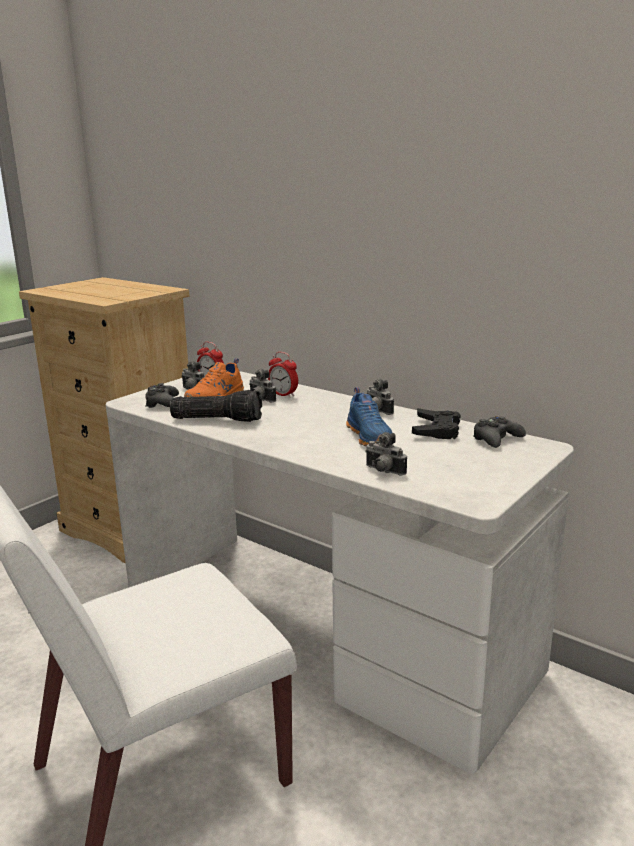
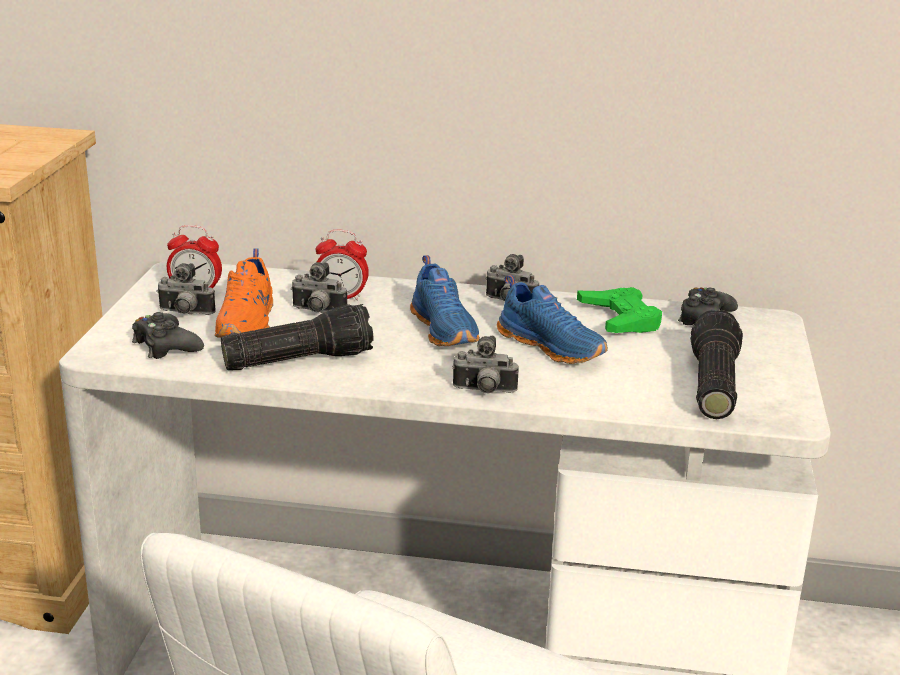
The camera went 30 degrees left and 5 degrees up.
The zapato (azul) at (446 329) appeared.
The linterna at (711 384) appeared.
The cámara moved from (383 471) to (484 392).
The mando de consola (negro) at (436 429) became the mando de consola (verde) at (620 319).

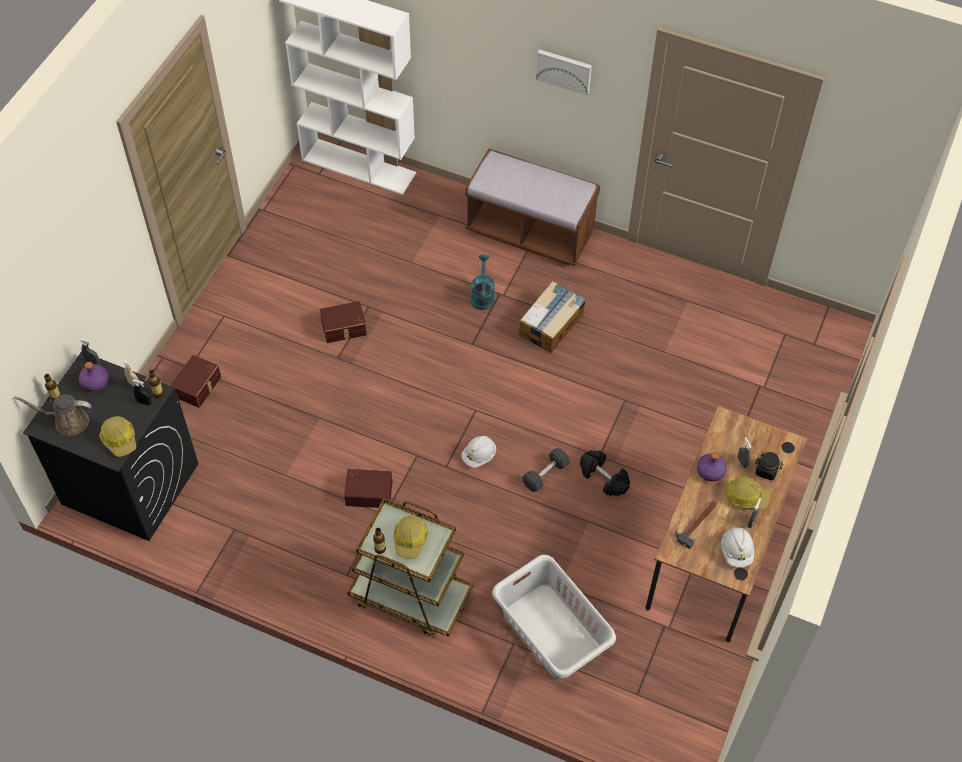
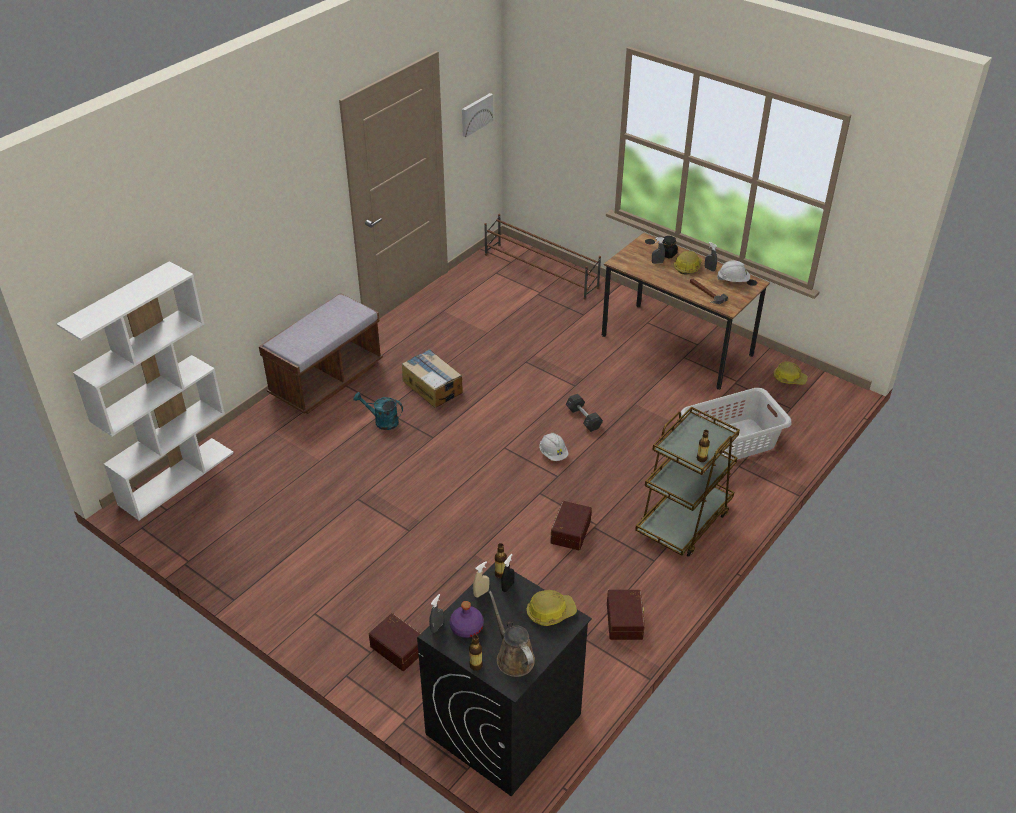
The camera went 75 degrees left and 15 degrees down.
The mancuerna (negro) at (603 478) disappeared.
The botella (morado) at (710 471) disappeared.
The zapatero (marrón) at (541 271) appeared.
The caja de almacenaje (marrón) moved from (344 328) to (625 620).
The casco moved from (410 539) to (789 378).
The cuadro moved from (564 70) to (476 114).
The regadera (marrón) at (68 421) turned 135 degrees clockwise.

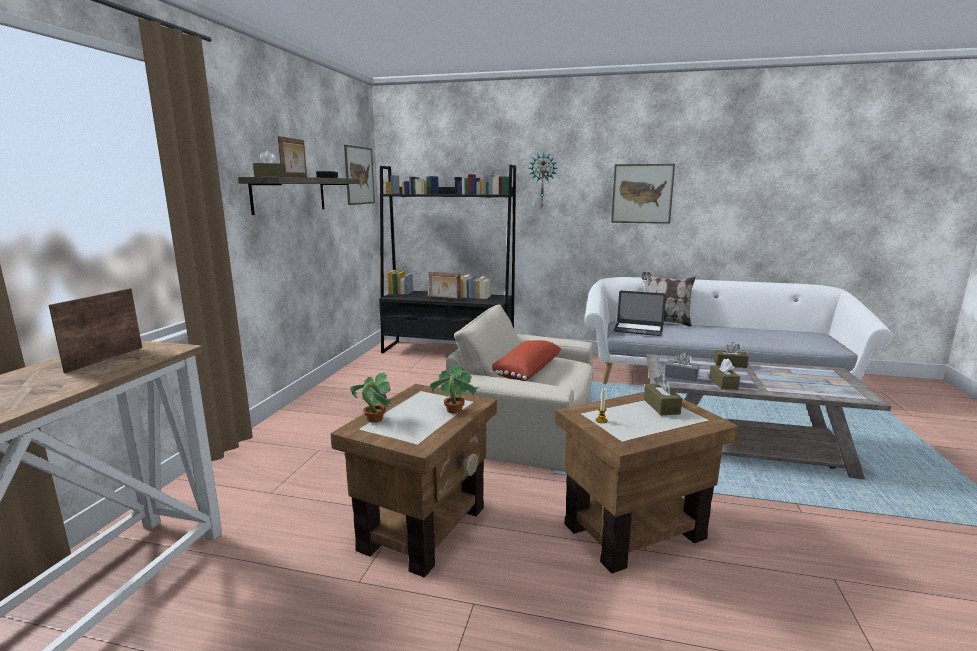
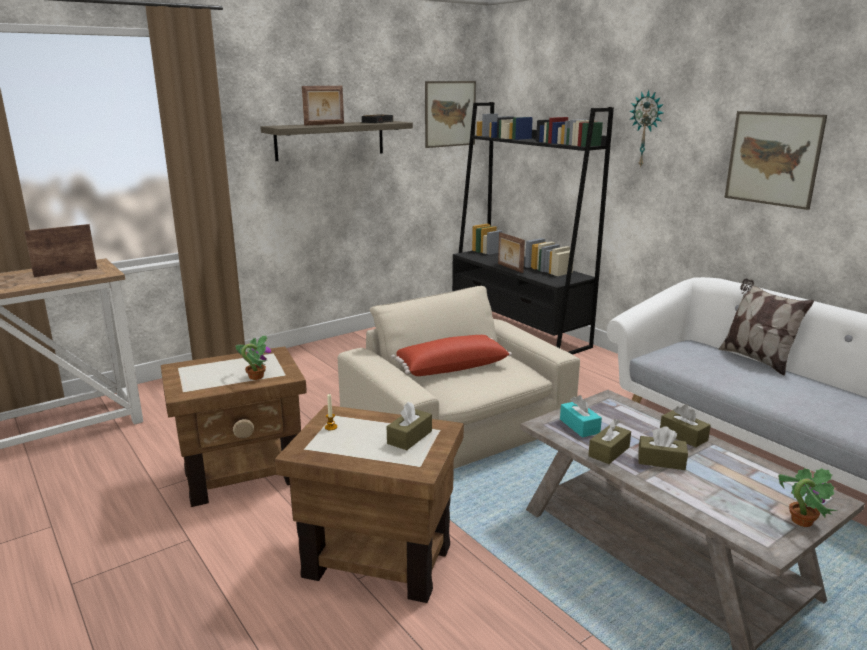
The camera went 40 degrees right and 5 degrees up.
The portátil at (638 329) disappeared.
The caja de pañuelos (marrón) moved from (269 176) to (661 461).
The planta en maceta moved from (374 419) to (801 520).
The caja de pañuelos (gris) at (681 376) became the caja de pañuelos (turquesa) at (579 426).

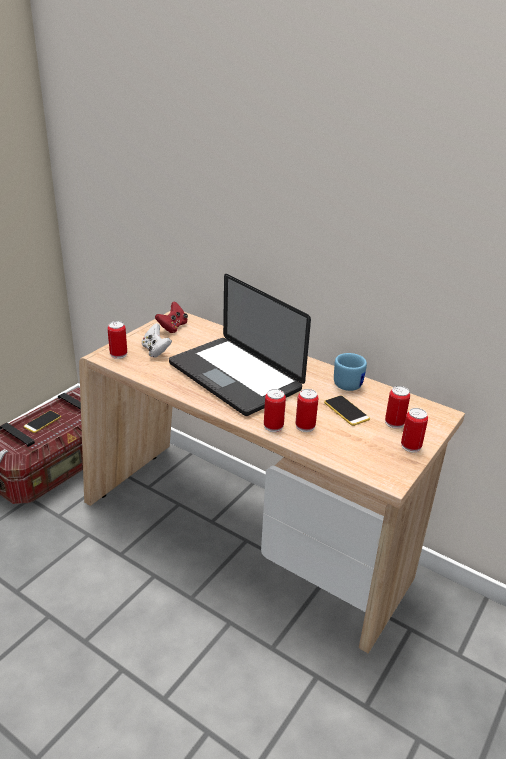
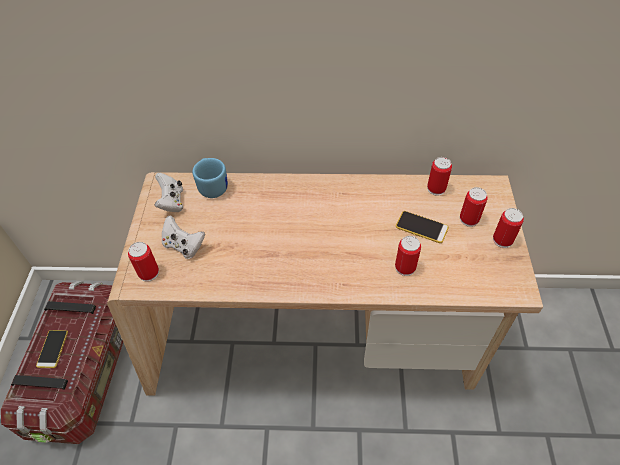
The camera went 30 degrees left and 20 degrees up.
The portátil at (234 376) disappeared.
The lata moved from (273 426) to (436 189).
The taza grande (azul) moved from (348 382) to (212 186).
The mando de consola (rojo) at (173 327) became the mando de consola (blanco) at (172 202).

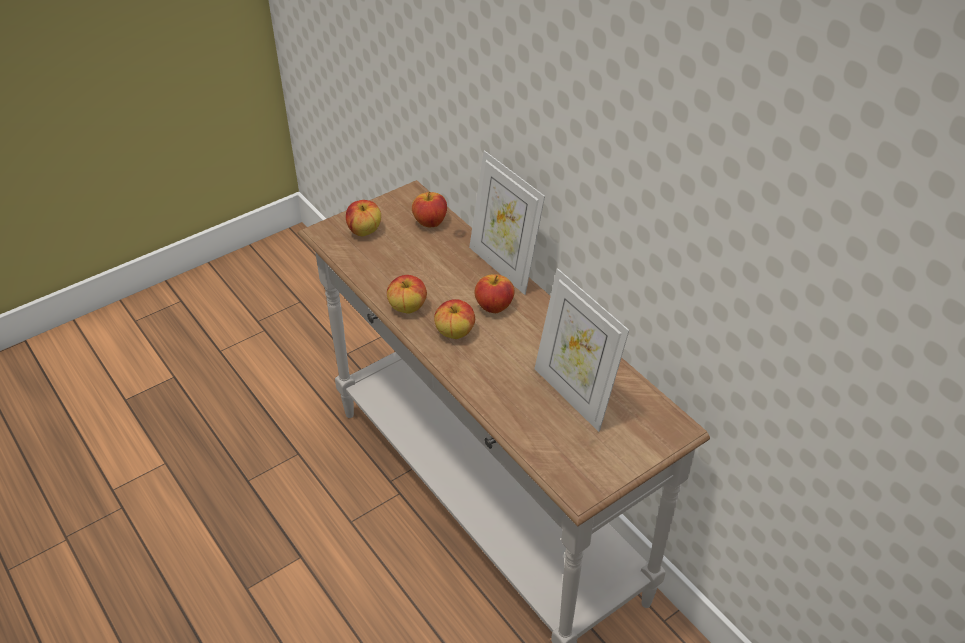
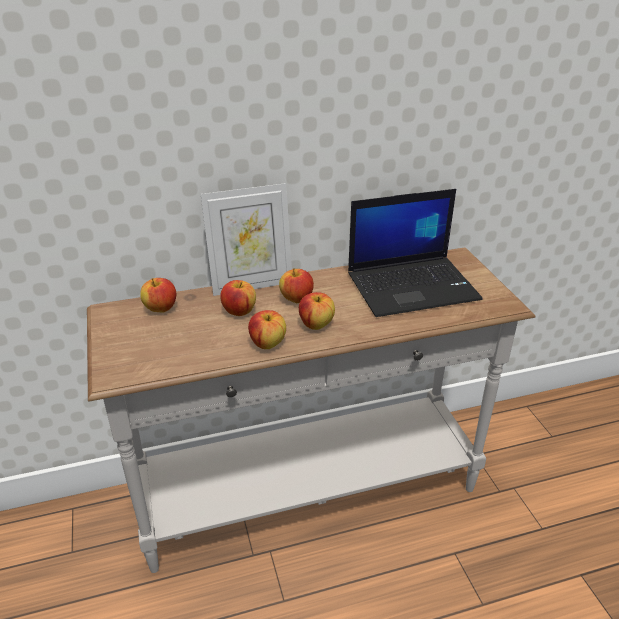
The camera went 70 degrees left and 10 degrees down.
The manzana moved from (364 231) to (239 311).
The portarretratos at (574 394) was replaced by the portátil at (413 286).

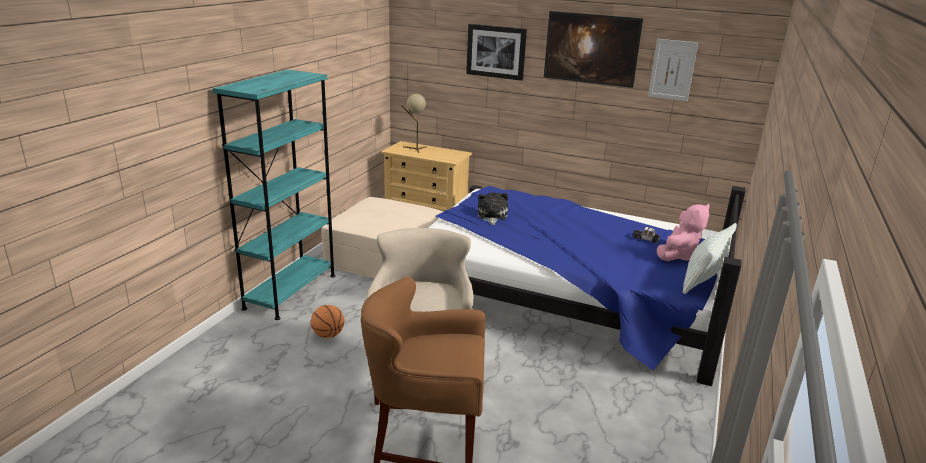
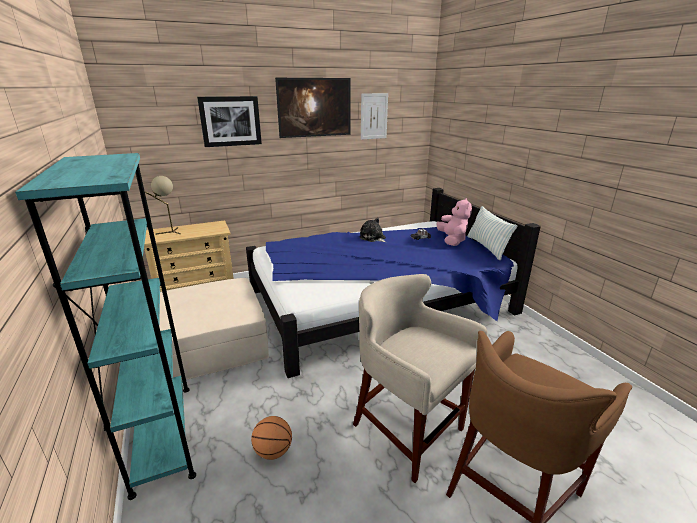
The camera went 45 degrees left and 0 degrees up.
The peluche moved from (492 216) to (373 238).

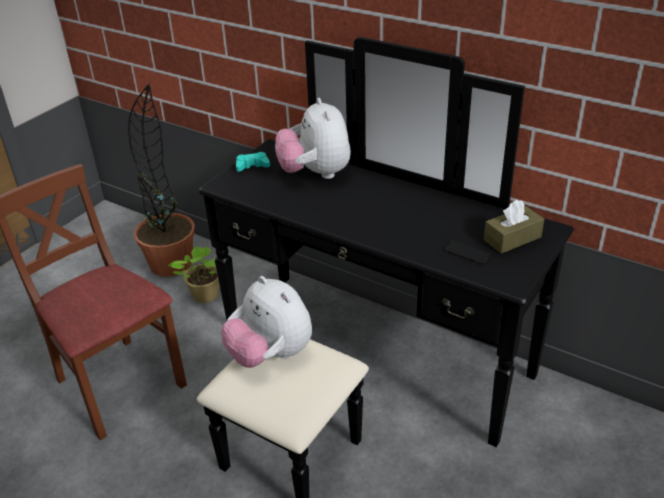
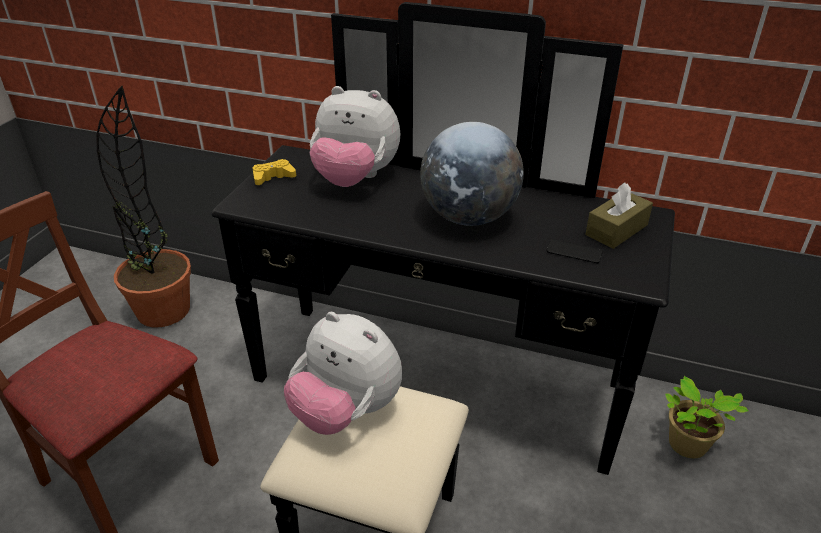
The camera went 15 degrees left and 0 degrees up.
The globo terráqueo at (469 217) appeared.
The planta en maceta moved from (204 296) to (687 446).
The mando de consola (turquesa) at (252 166) became the mando de consola (amarillo) at (273 177).
The peluche at (315 173) turned 45 degrees counterclockwise.

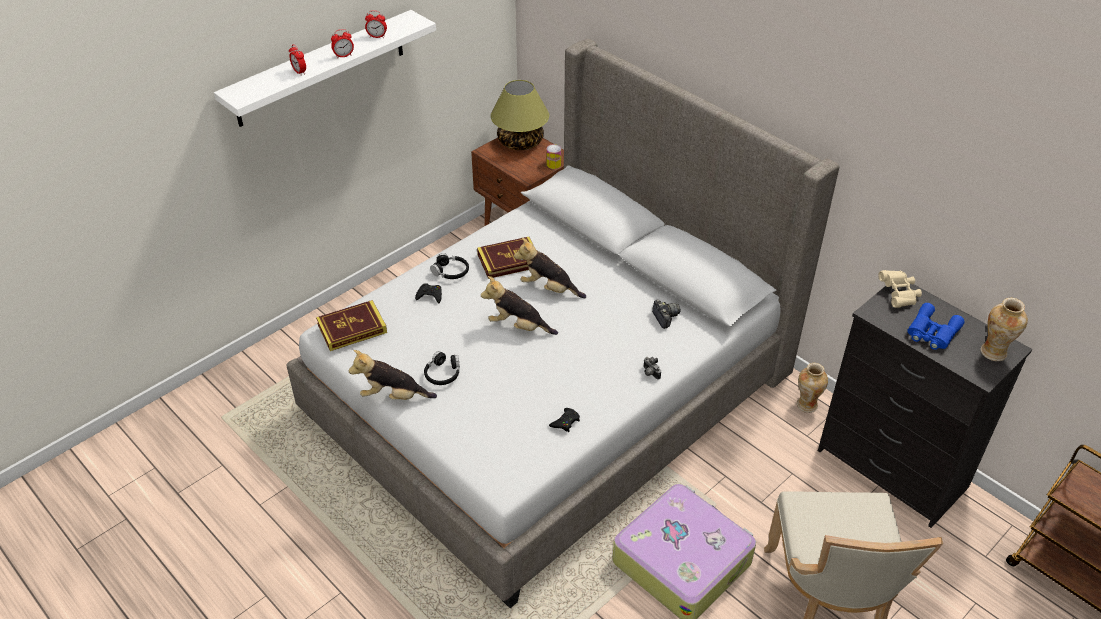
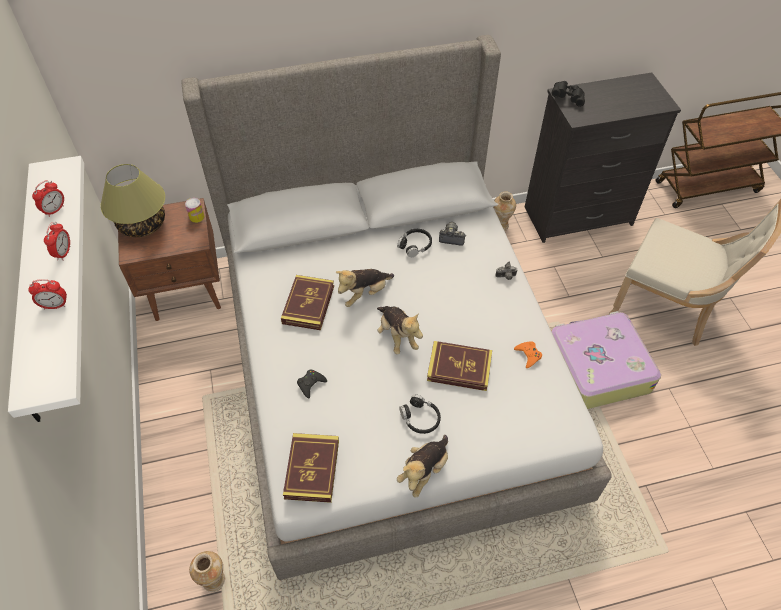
The camera went 60 degrees left and 10 degrees up.
The prismáticos (azul) at (931 332) disappeared.
The libro at (459 368) appeared.
The auriculares (negro) moved from (451 271) to (415 245).
The florero moved from (994 353) to (214 580).
The mando de consola (negro) at (565 422) became the mando de consola (naranja) at (528 355).
The prismáticos (beis) at (899 294) became the prismáticos (negro) at (567 98).
The peluche at (518 326) turned 75 degrees counterclockwise.

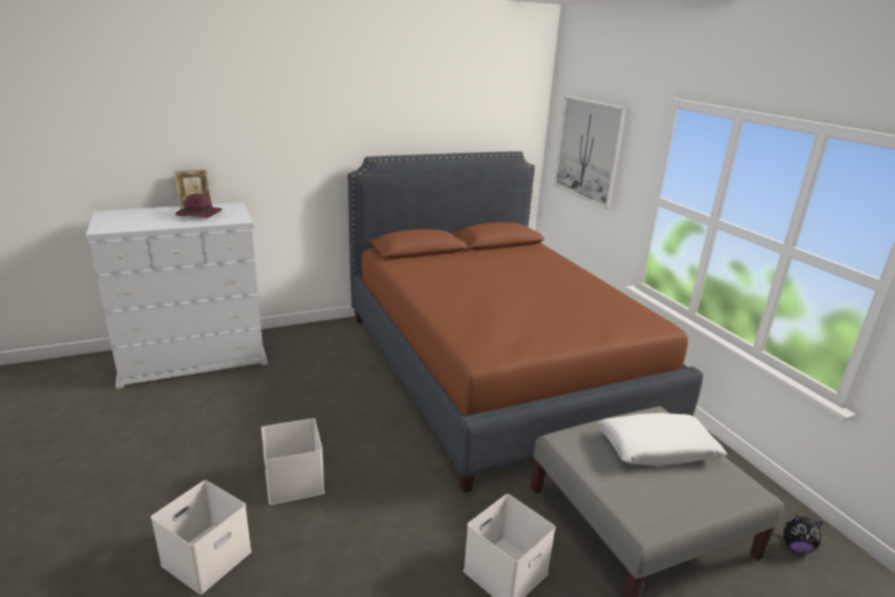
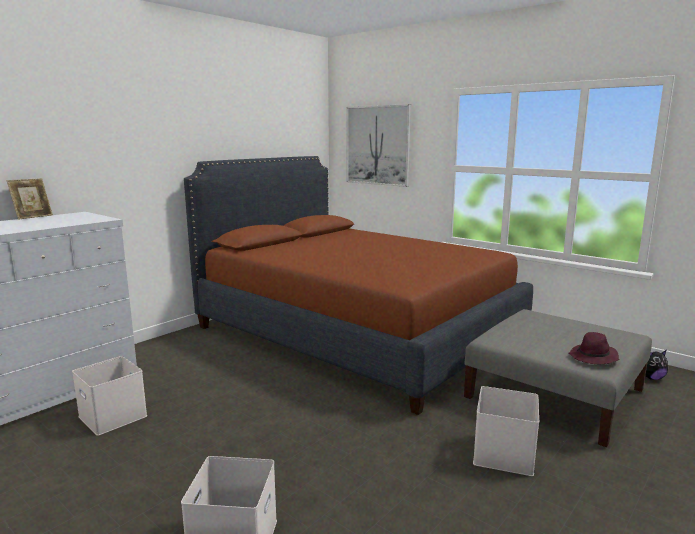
The camera went 25 degrees left and 10 degrees down.
The cojín (blanco) at (657 449) disappeared.
The sombrero (morado) moved from (198 215) to (593 357).
The caja de almacenaje (blanco) moved from (295 481) to (114 416).

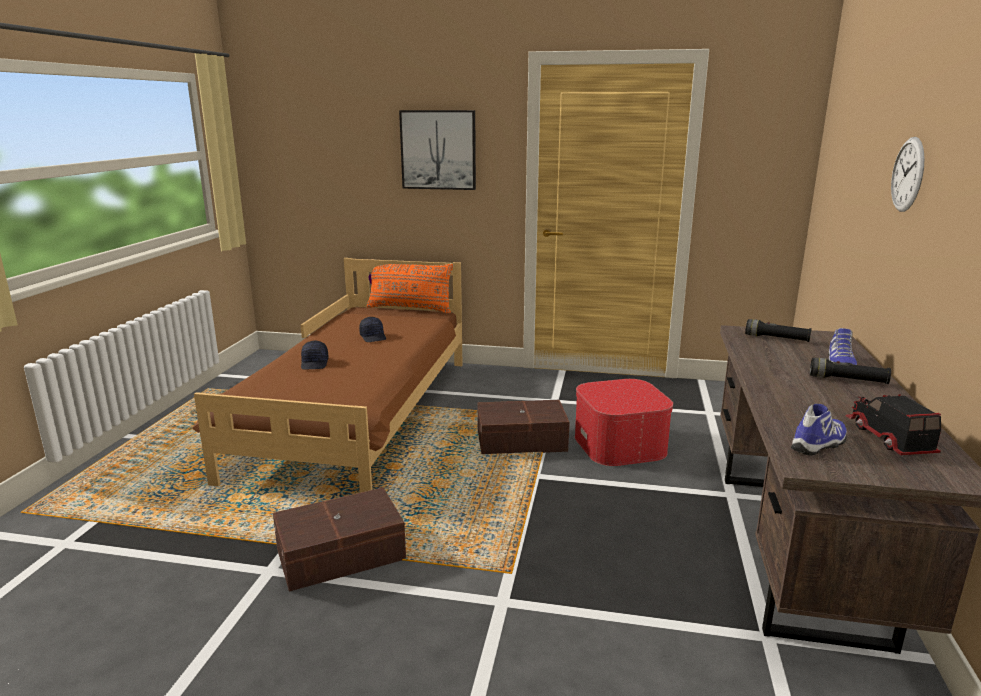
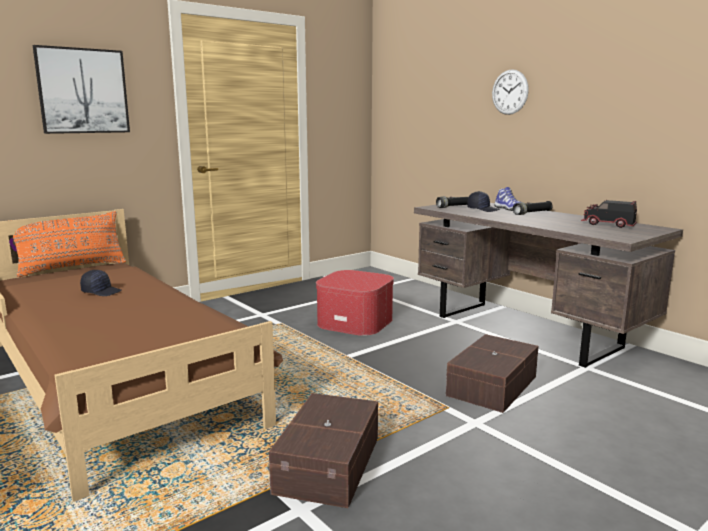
The camera went 50 degrees left and 5 degrees down.
The zapato at (820 445) disappeared.
The gorra (negro) moved from (315 363) to (483 209).
The caja de almacenaje (marrón) moved from (520 440) to (490 386).

